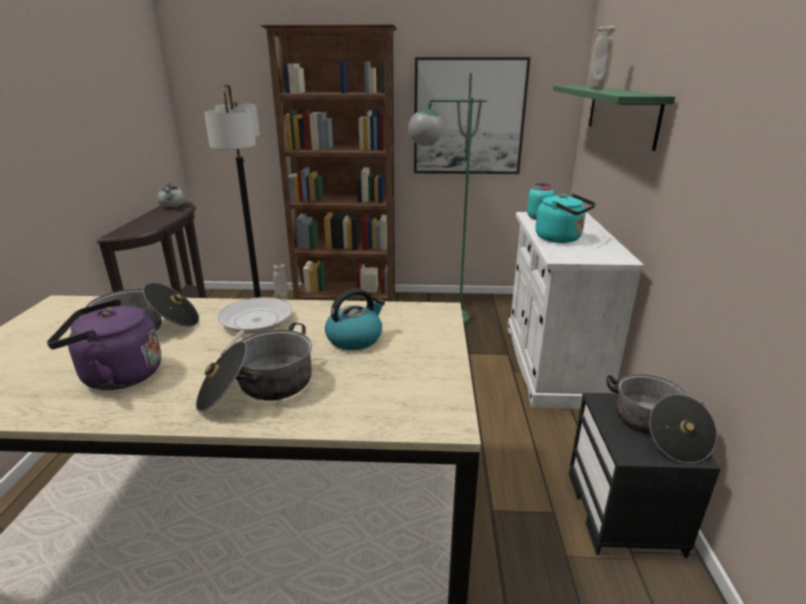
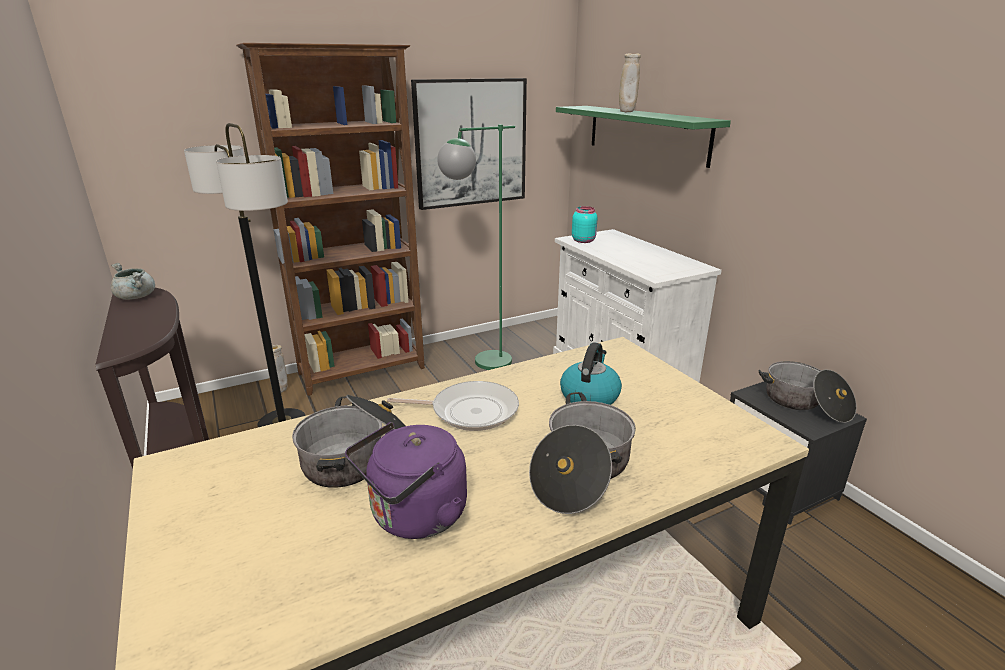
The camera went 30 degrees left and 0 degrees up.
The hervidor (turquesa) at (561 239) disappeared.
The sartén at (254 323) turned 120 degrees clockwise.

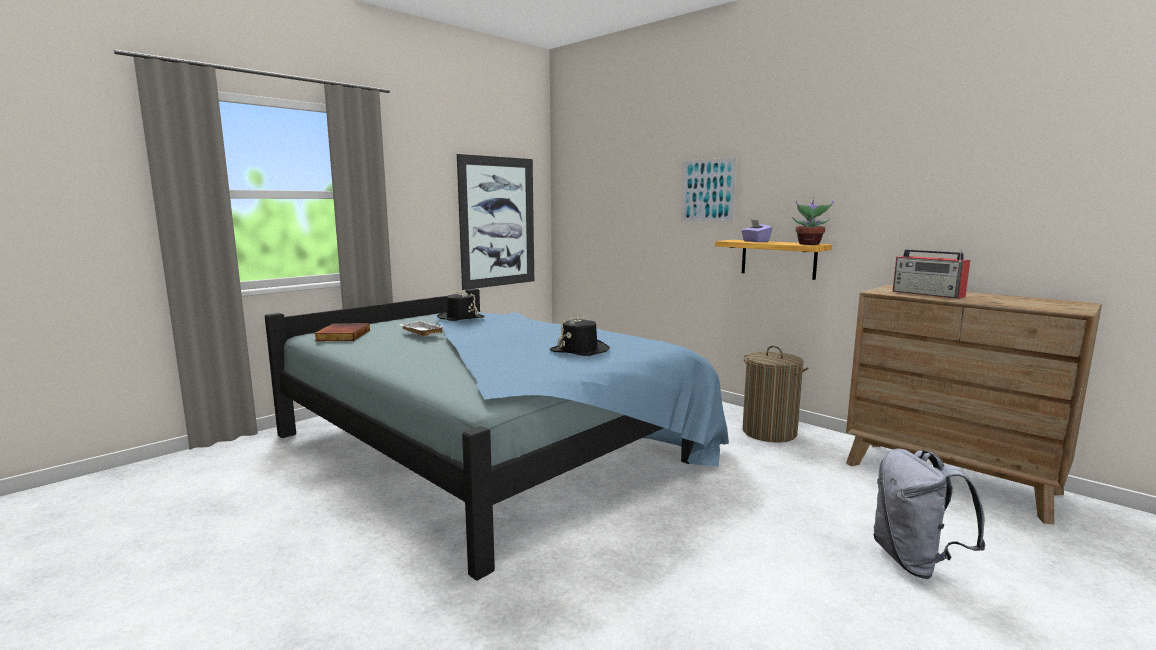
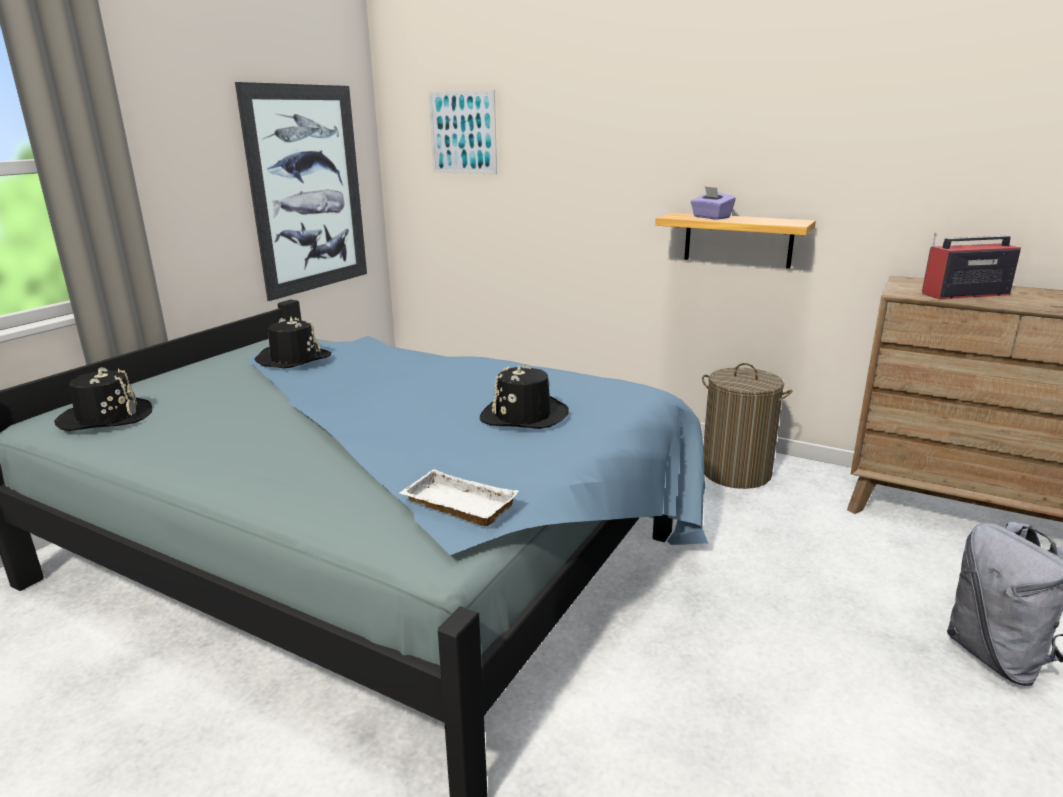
The camera went 15 degrees left and 10 degrees up.
The planta en maceta at (809 244) disappeared.
The bandeja (blanco) moved from (420 331) to (456 506).
The cuadro moved from (707 190) to (463 132).
The libro at (342 335) was replaced by the sombrero (negro) at (106 417).
The radio at (928 294) turned 135 degrees clockwise.

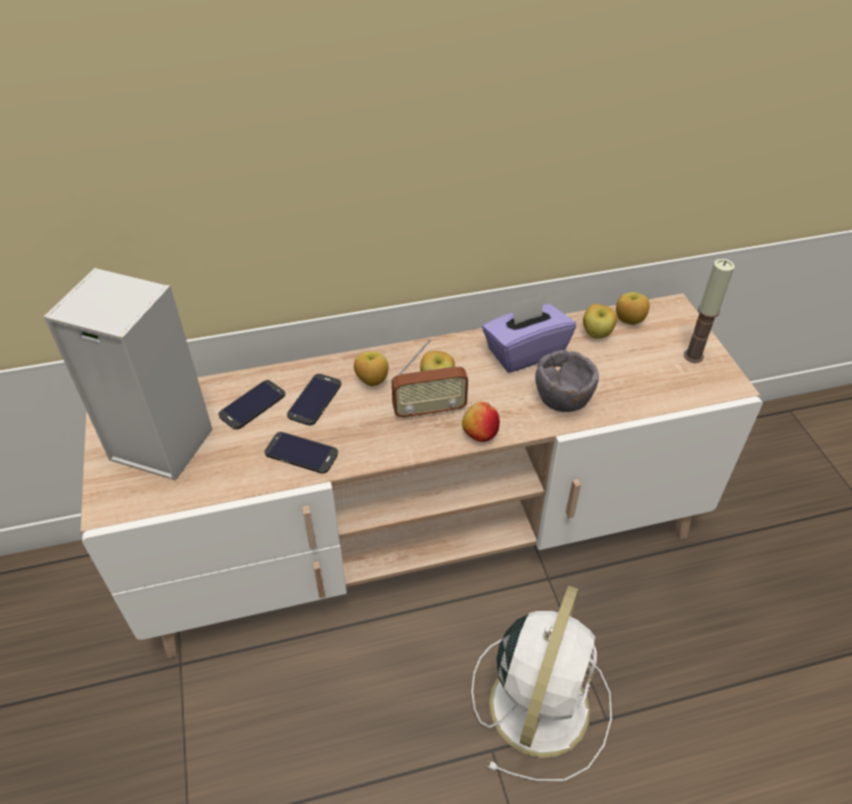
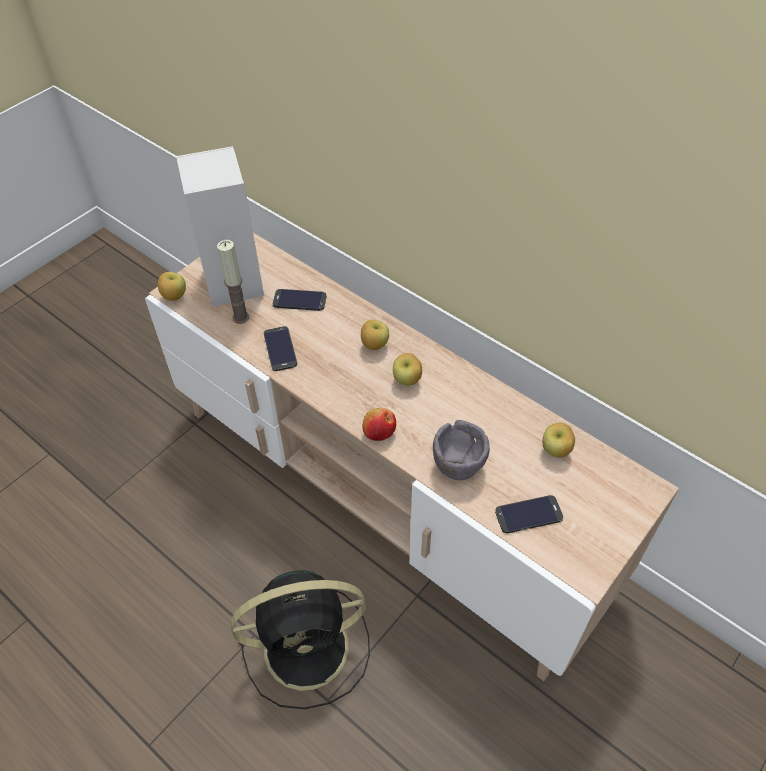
The camera went 55 degrees right and 5 degrees up.
The radio at (429 410) disappeared.
The caja de pañuelos (morado) at (525 352) disappeared.
The móvil moved from (315 399) to (529 515).
The manzana moved from (629 321) to (174 296).
The vela moved from (693 356) to (241 317).
The ventilador (blanco) at (540 701) became the ventilador (negro) at (310 646).

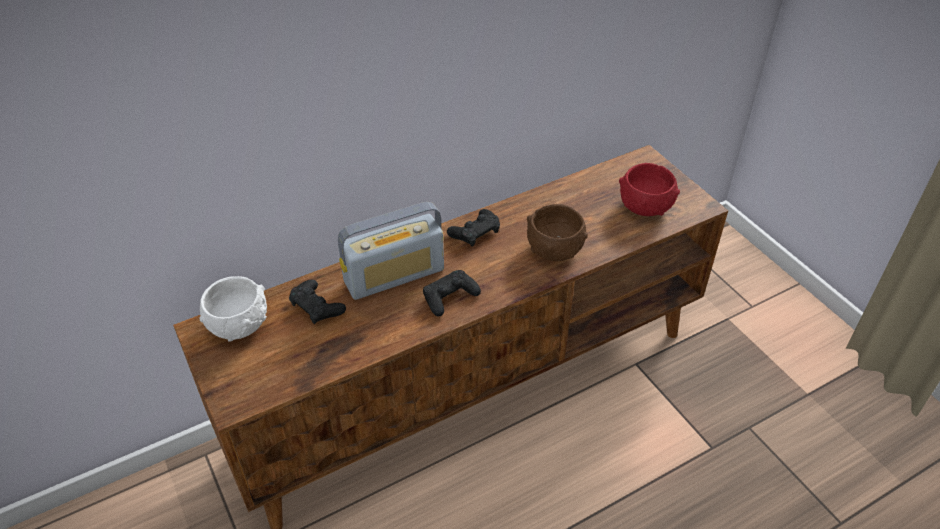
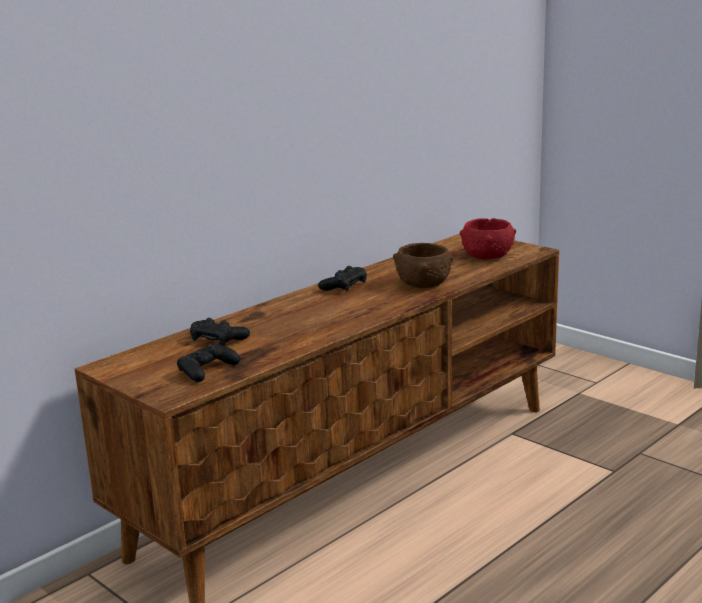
The camera went 15 degrees left and 25 degrees down.
The cuenco (blanco) at (238 324) disappeared.
The radio at (394 275) disappeared.
The mando de consola (negro) moved from (449 297) to (207 370).

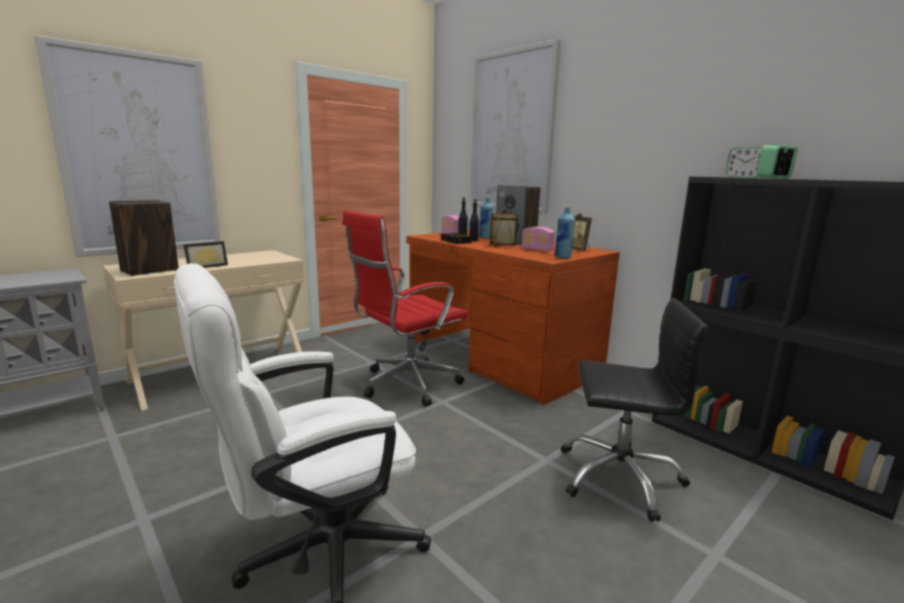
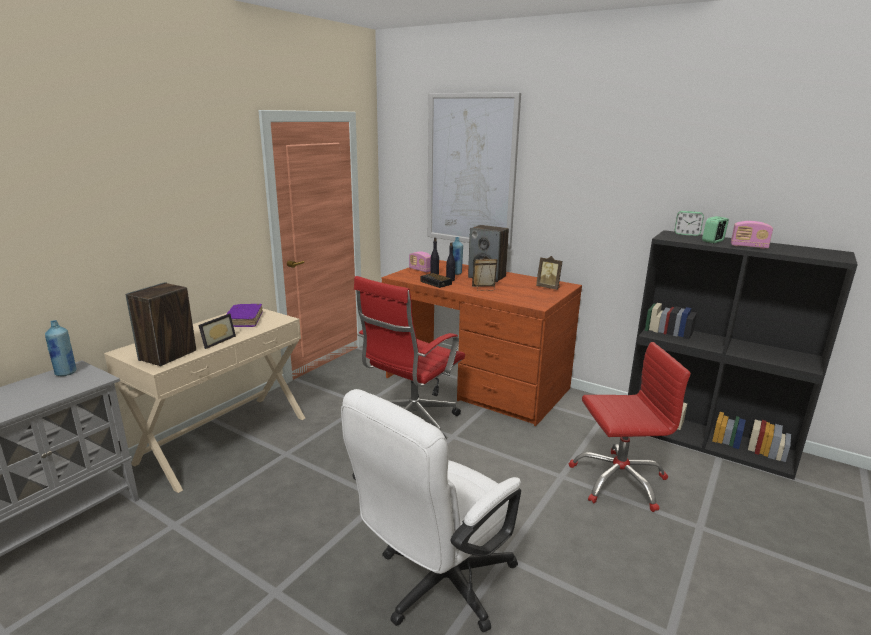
The camera went 15 degrees left and 5 degrees up.
The cuadro at (140 155) disappeared.
The libro (morado) at (244 320) appeared.
The radio moved from (537 250) to (748 246).
The botella (azul) moved from (562 257) to (66 372).
The silla de oficina (negro) at (619 476) became the silla de oficina (rojo) at (618 480).

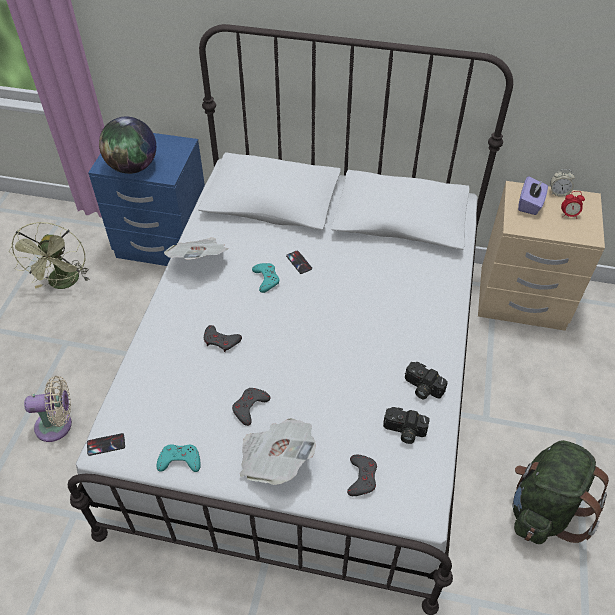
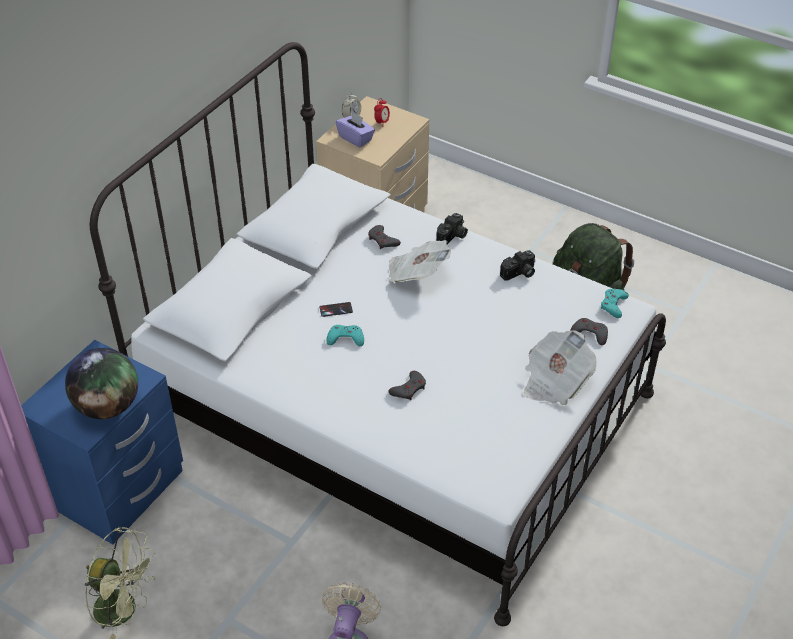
The camera went 70 degrees left and 5 degrees down.
The móvil at (106 444) disappeared.
The mando de consola (turquesa) moved from (179 460) to (613 305).
The periódico moved from (199 260) to (416 274).
The mando de consola (gris) moved from (250 407) to (383 240).
The cámara moved from (404 431) to (452 237).

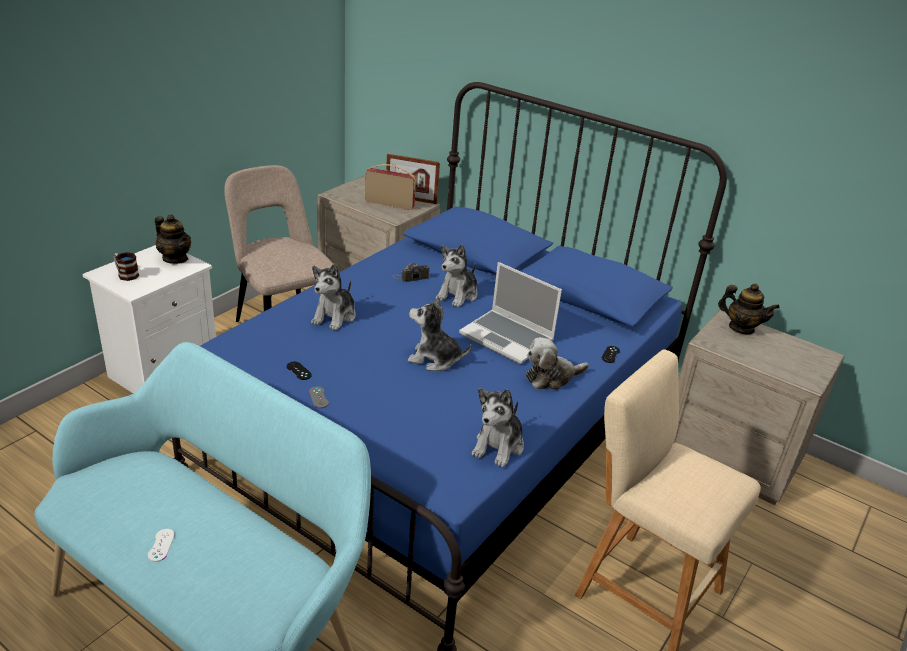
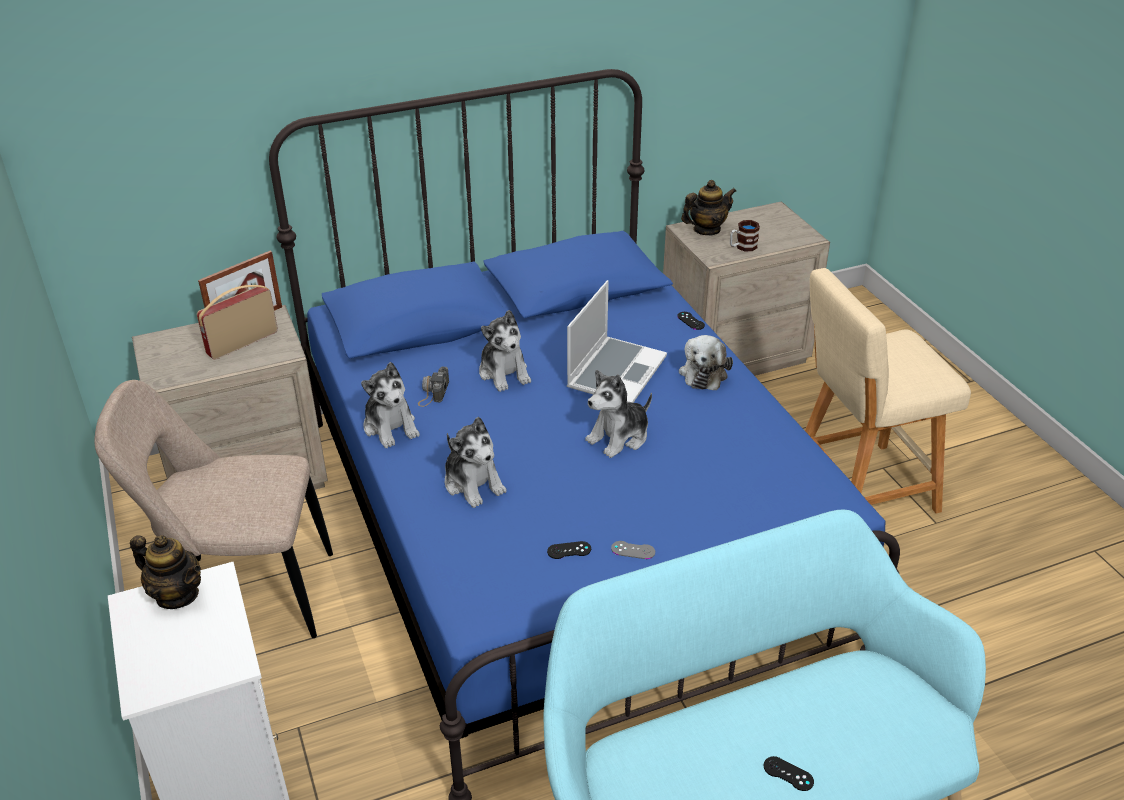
The camera went 55 degrees left and 5 degrees up.
The taza grande moved from (126 274) to (742 247).
The peluche moved from (498 446) to (391 427).
The mando de consola (blanco) at (161 545) became the mando de consola (negro) at (788 774).
The tetera at (175 258) turned 45 degrees clockwise.
The portátil at (508 338) turned 45 degrees counterclockwise.

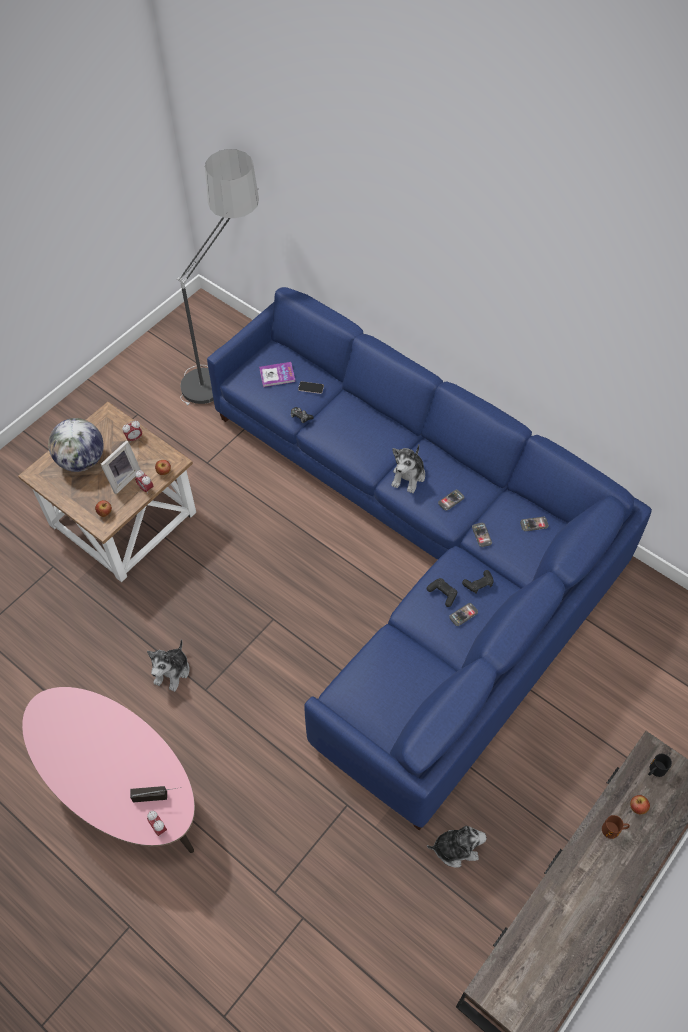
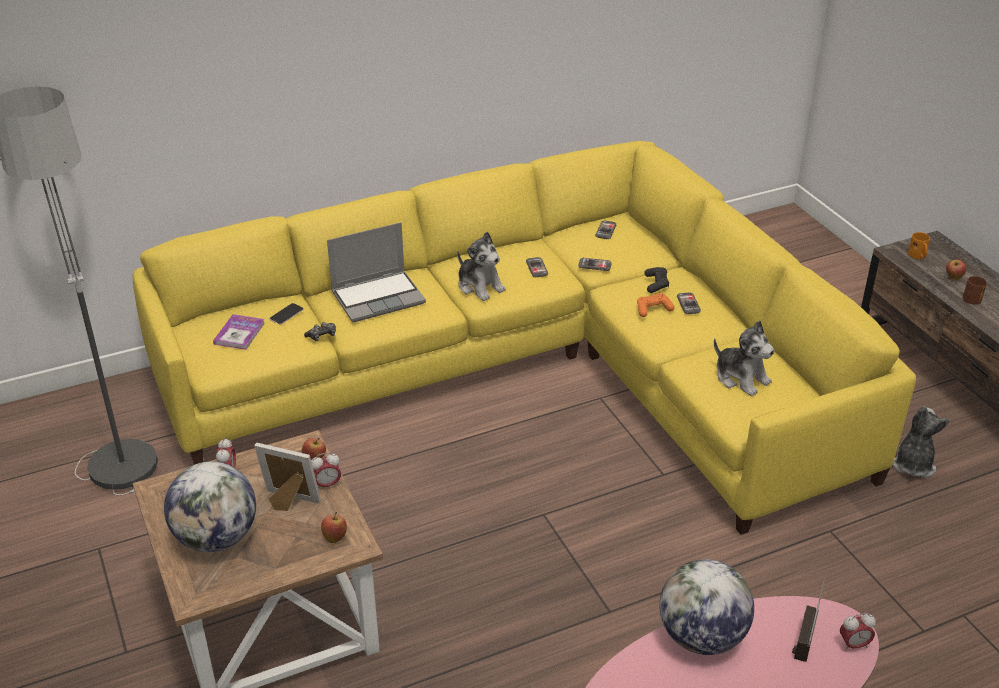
The camera went 65 degrees left and 20 degrees down.
The portátil at (379 297) appeared.
The globo terráqueo at (701 637) appeared.
The peluche moved from (172 672) to (741 378).
The sofá (azul) at (418 552) became the sofá (amarillo) at (532 369).
The mando de consola (negro) at (442 594) became the mando de consola (naranja) at (653 309).
The taza grande (negro) at (655 771) became the taza grande (naranja) at (918 256).
The portarretratos at (122 478) turned 45 degrees counterclockwise.

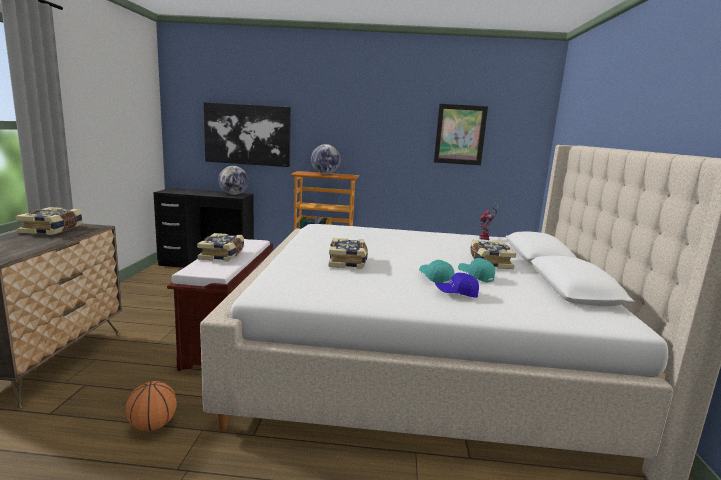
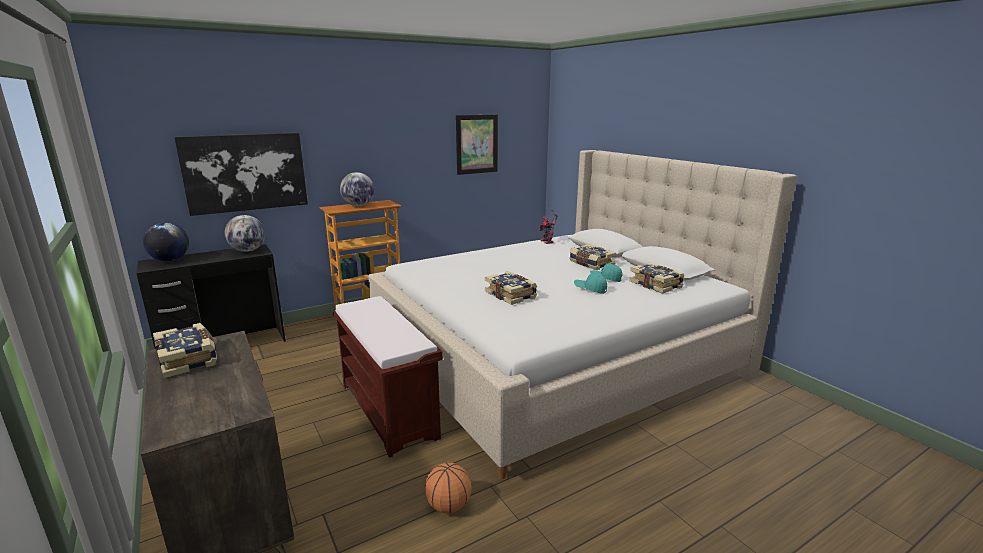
The camera went 35 degrees left and 5 degrees up.
The gorra (azul) at (456 294) disappeared.
The globo terráqueo at (170 260) appeared.
The libro moved from (223 255) to (656 285).

